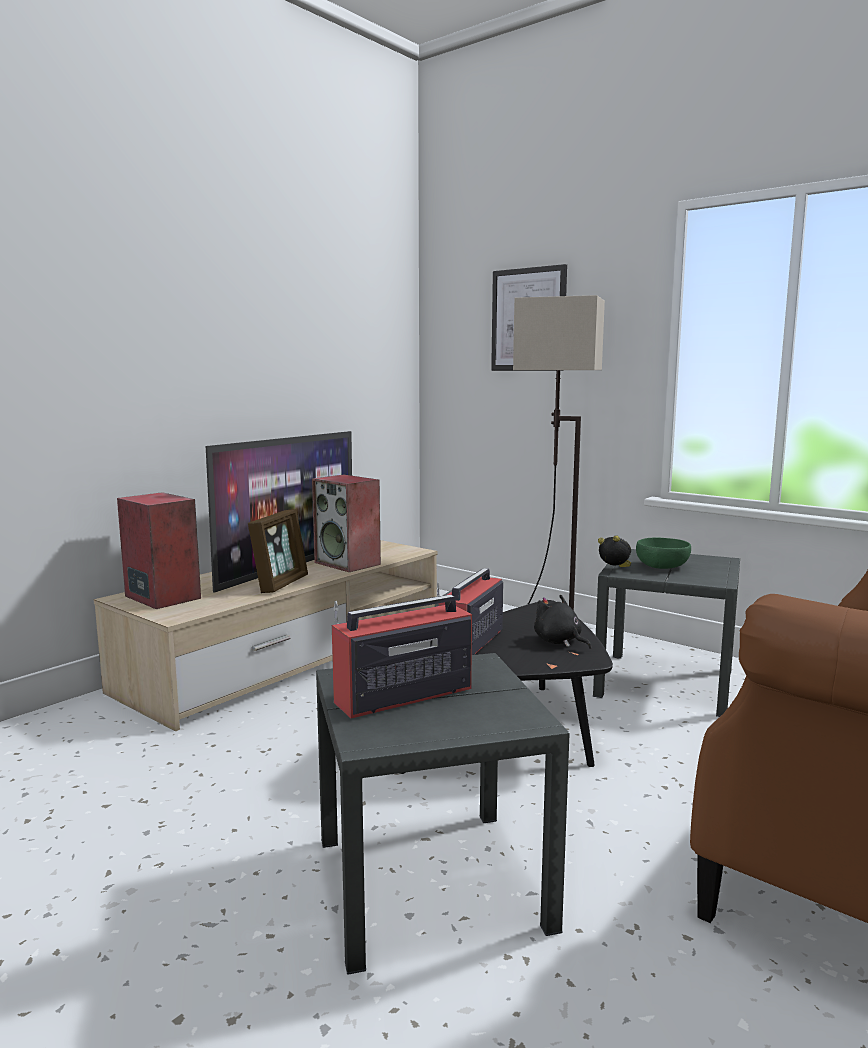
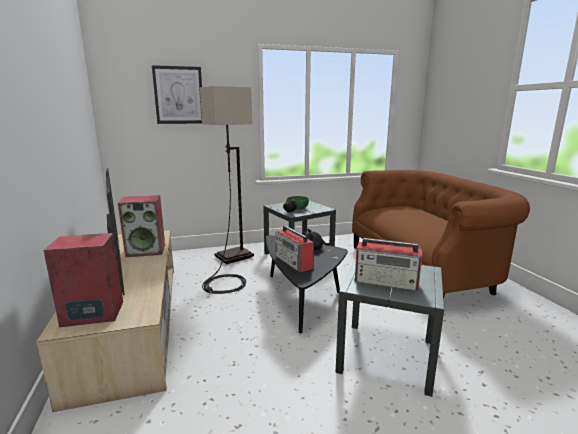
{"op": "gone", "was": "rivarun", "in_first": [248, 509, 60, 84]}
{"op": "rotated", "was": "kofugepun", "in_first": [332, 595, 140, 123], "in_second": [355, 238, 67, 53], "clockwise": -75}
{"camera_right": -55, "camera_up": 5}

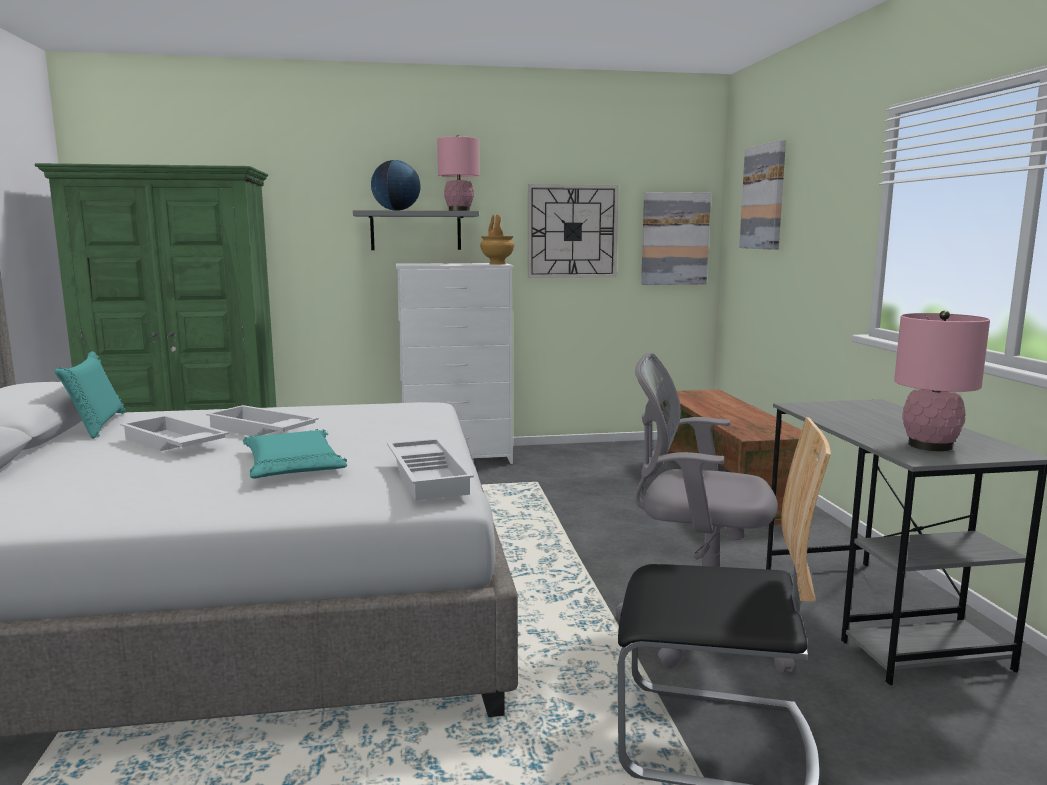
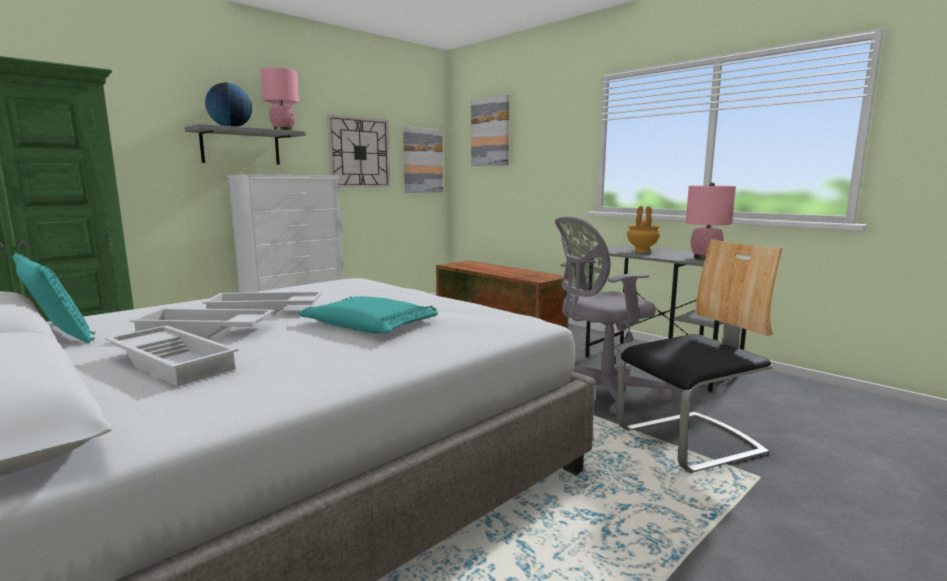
{"op": "shifted", "was": "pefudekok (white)", "in_first": [387, 438, 87, 63], "in_second": [105, 325, 133, 61]}
{"op": "shifted", "was": "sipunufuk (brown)", "in_first": [480, 214, 34, 51], "in_second": [627, 206, 33, 47]}
{"camera_right": -35, "camera_up": 0}

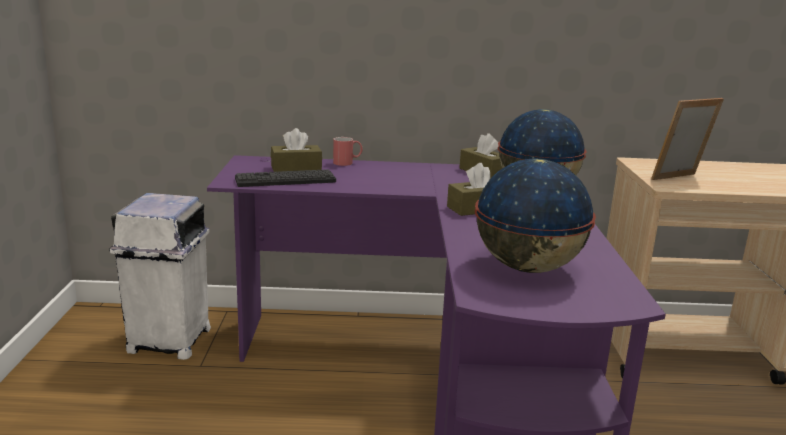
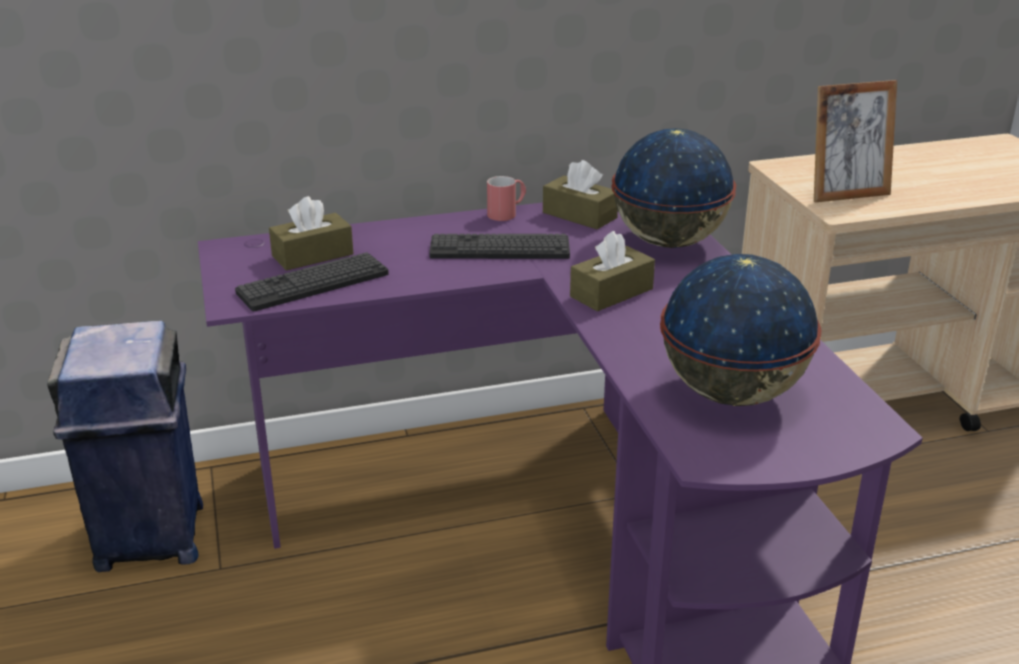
{"op": "repainted", "was": "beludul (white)", "now": "beludul (blue)", "in_first": [109, 193, 102, 167], "in_second": [47, 321, 156, 251]}
{"op": "shifted", "was": "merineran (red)", "in_first": [333, 137, 30, 29], "in_second": [487, 176, 39, 45]}
{"op": "rotated", "was": "rivarun", "in_first": [651, 98, 73, 82], "in_second": [814, 80, 83, 123], "clockwise": -150}
{"op": "new", "now": "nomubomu", "in_second": [429, 234, 141, 25]}
{"camera_right": -15, "camera_up": 10}

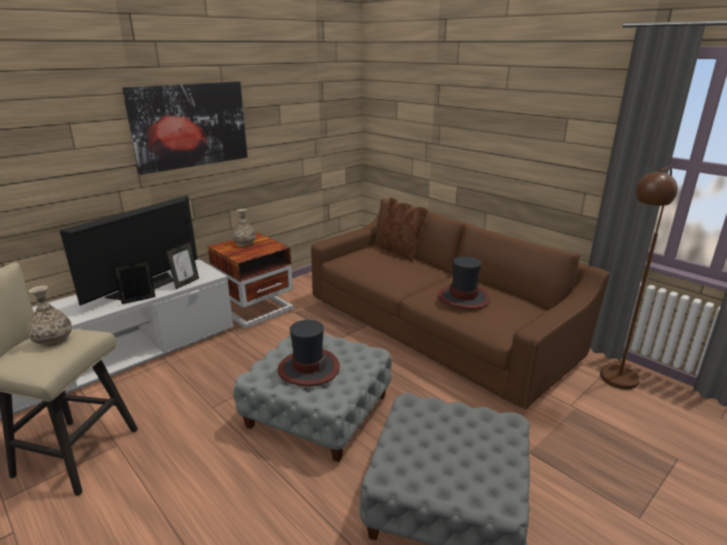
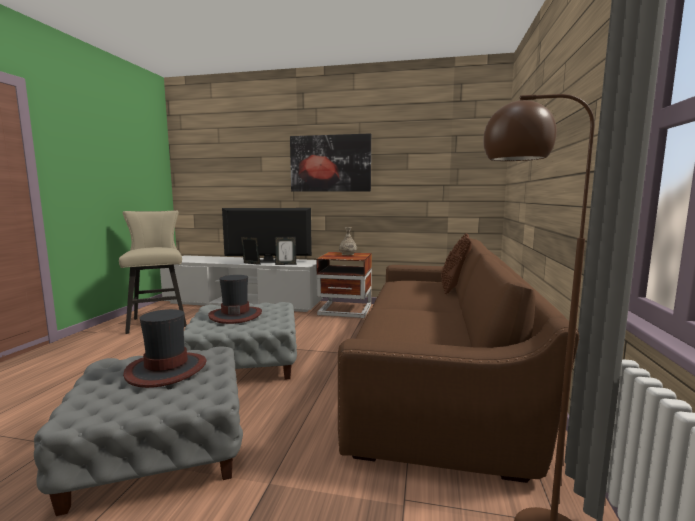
{"op": "gone", "was": "sipunufuk", "in_first": [28, 286, 44, 61]}
{"op": "shifted", "was": "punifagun", "in_first": [438, 257, 52, 53], "in_second": [123, 309, 84, 79]}
{"camera_right": 55, "camera_up": -15}

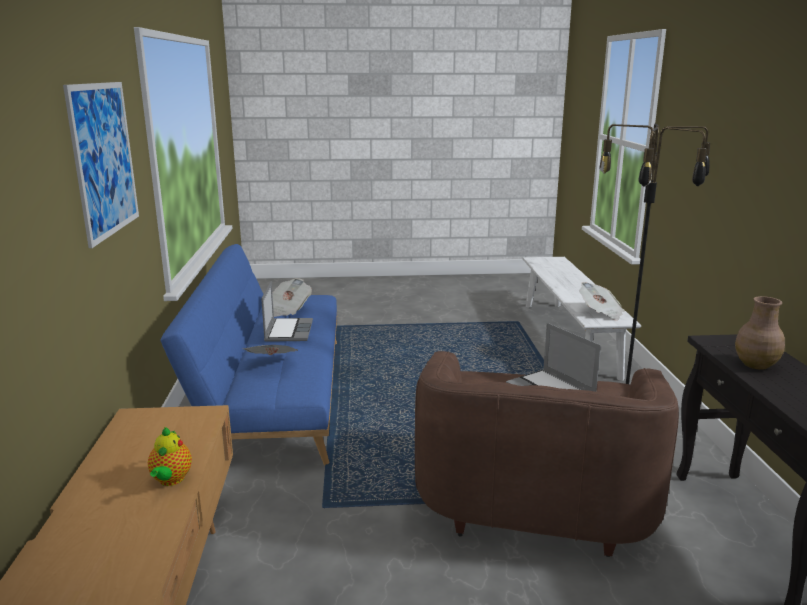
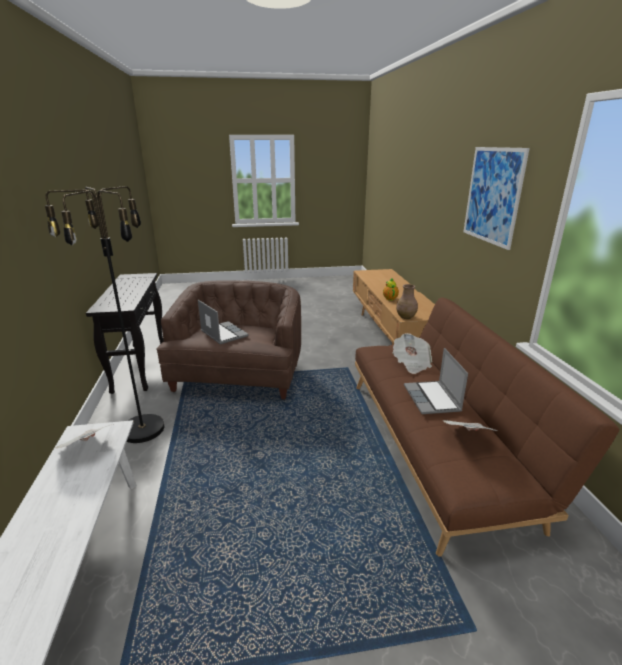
{"op": "repainted", "was": "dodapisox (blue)", "now": "dodapisox (brown)", "in_first": [160, 244, 177, 221], "in_second": [355, 297, 264, 260]}
{"op": "shifted", "was": "sipunufuk (brown)", "in_first": [735, 296, 50, 74], "in_second": [396, 284, 22, 35]}
{"camera_right": 175, "camera_up": 5}

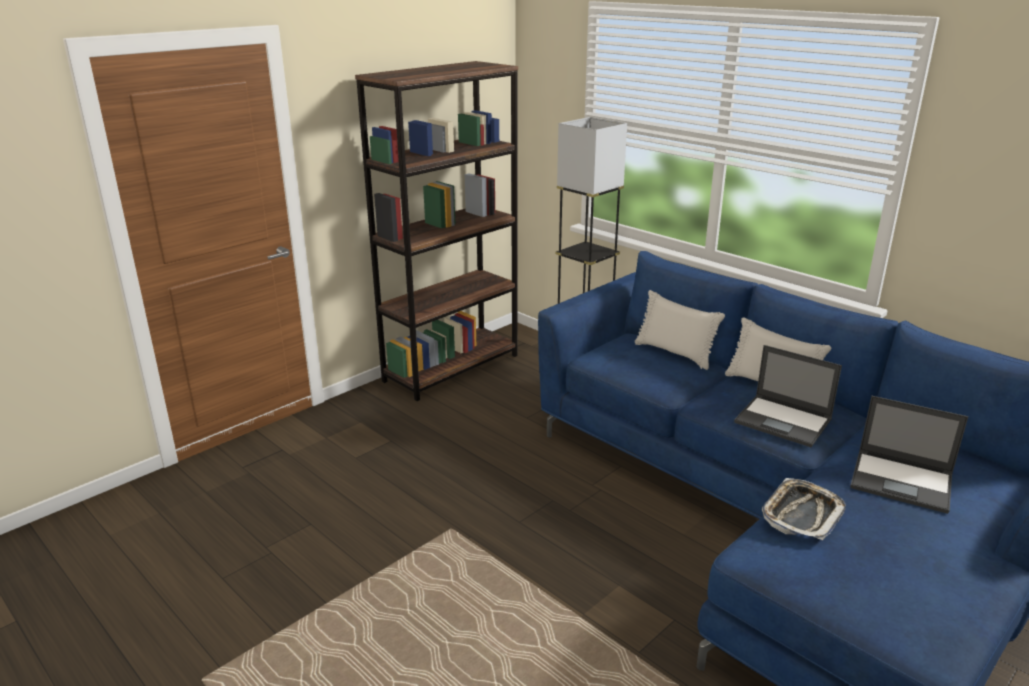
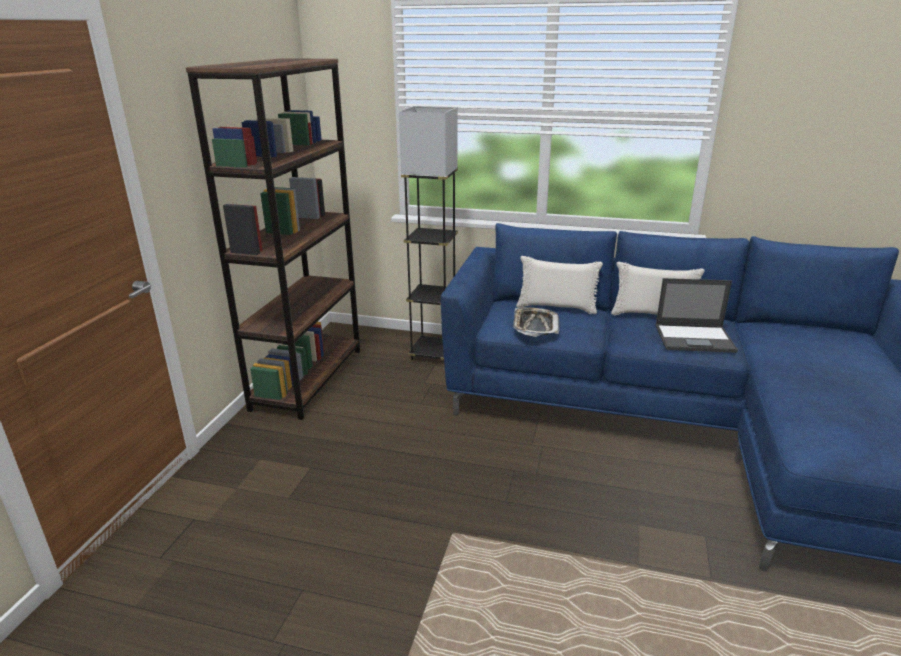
{"op": "shifted", "was": "pefudekok", "in_first": [762, 478, 84, 62], "in_second": [513, 307, 47, 30]}
{"op": "gone", "was": "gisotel", "in_first": [850, 396, 118, 118]}
{"camera_right": -30, "camera_up": 0}

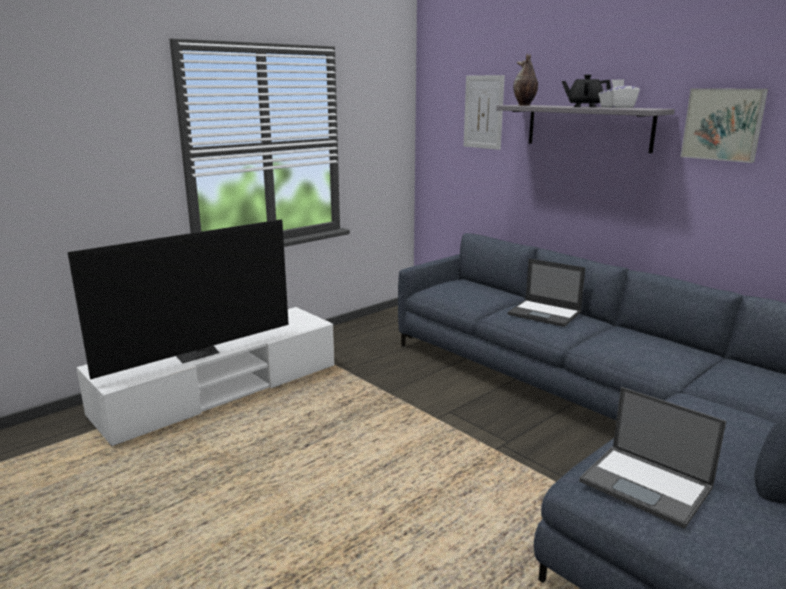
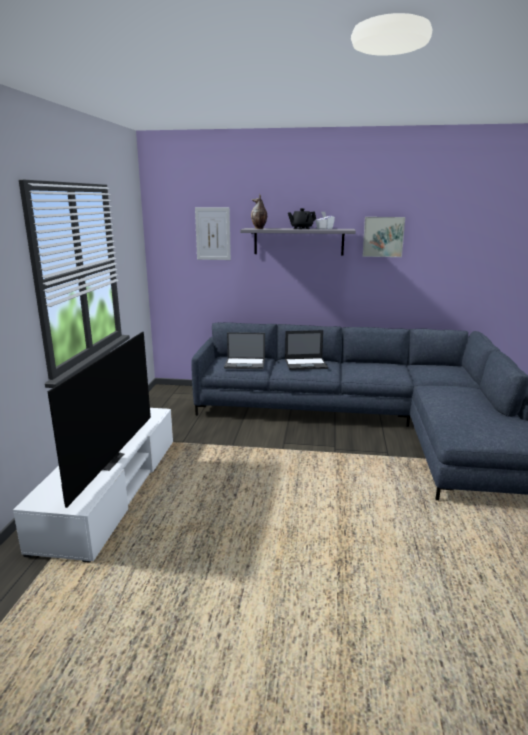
{"op": "shifted", "was": "gisotel", "in_first": [579, 387, 147, 142], "in_second": [224, 332, 41, 37]}
{"camera_right": -40, "camera_up": 0}

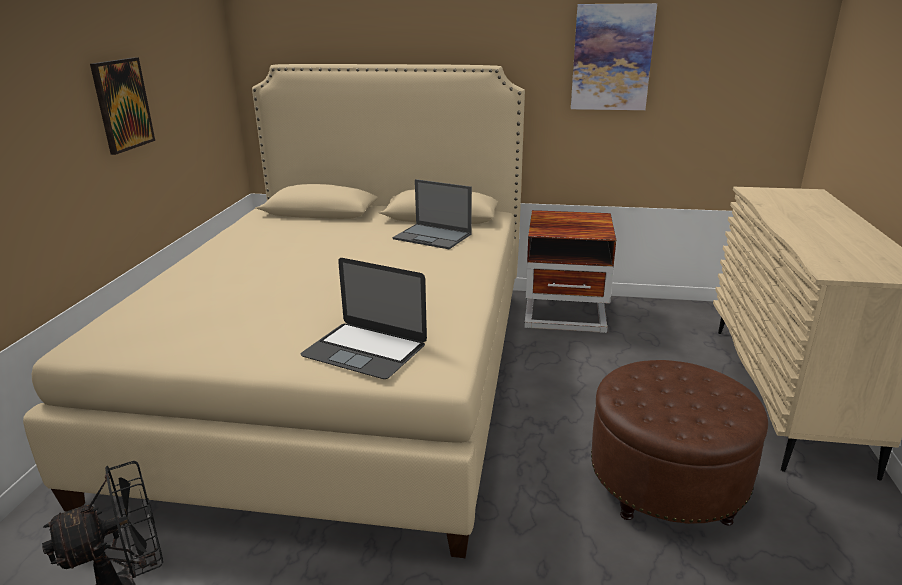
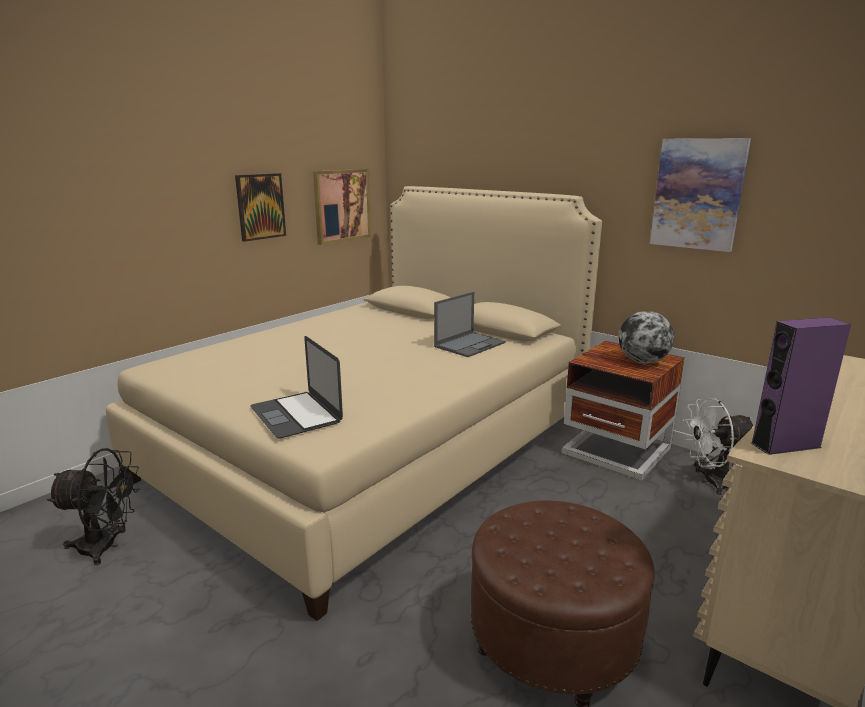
{"op": "rotated", "was": "gisotel", "in_first": [393, 179, 79, 70], "in_second": [434, 292, 72, 65], "clockwise": -105}
{"op": "new", "now": "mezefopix", "in_second": [313, 169, 58, 76]}
{"op": "new", "now": "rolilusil", "in_second": [619, 311, 55, 53]}
{"op": "new", "now": "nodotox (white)", "in_second": [683, 398, 70, 97]}
{"op": "new", "now": "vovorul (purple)", "in_second": [751, 317, 100, 138]}
{"camera_right": 30, "camera_up": -5}

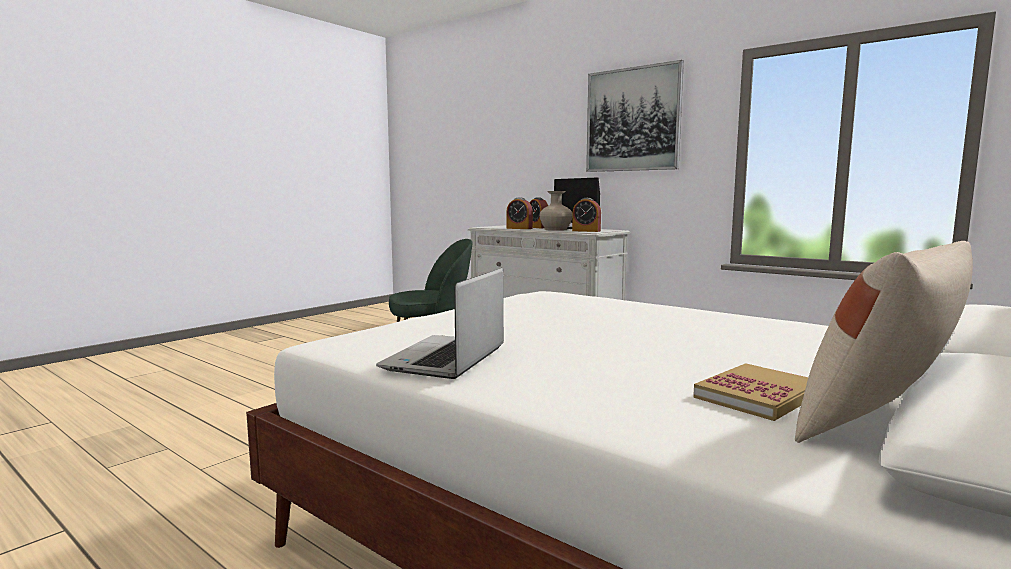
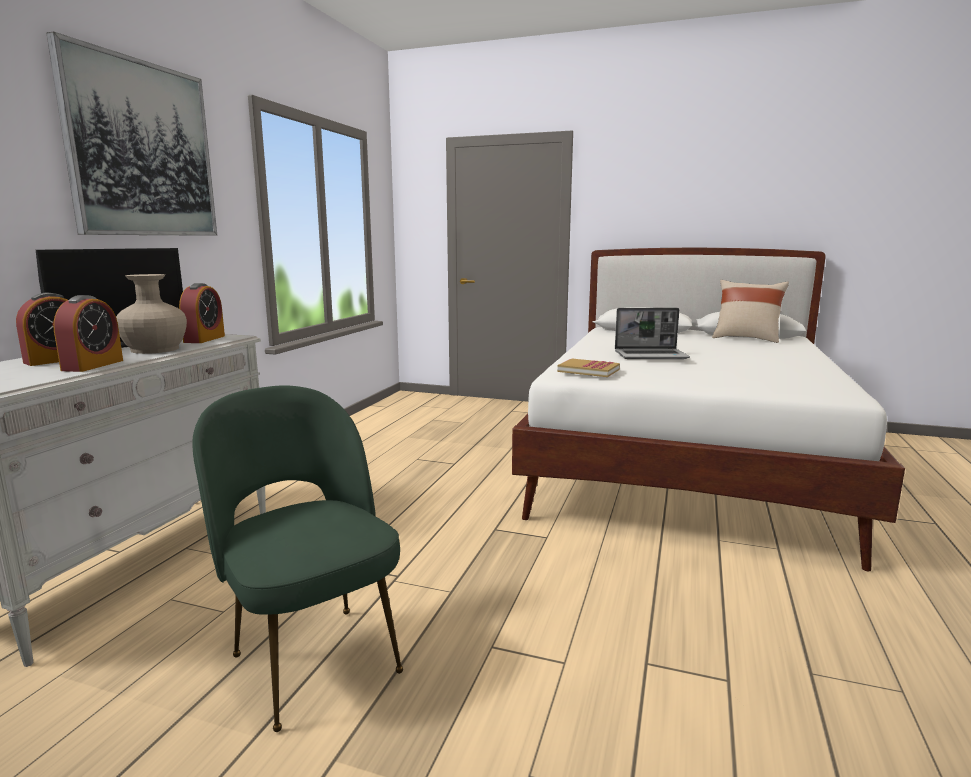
{"op": "shifted", "was": "gisotel", "in_first": [376, 268, 128, 111], "in_second": [615, 308, 75, 51]}
{"op": "shifted", "was": "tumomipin", "in_first": [693, 363, 115, 58], "in_second": [557, 358, 63, 19]}
{"camera_right": -110, "camera_up": 5}

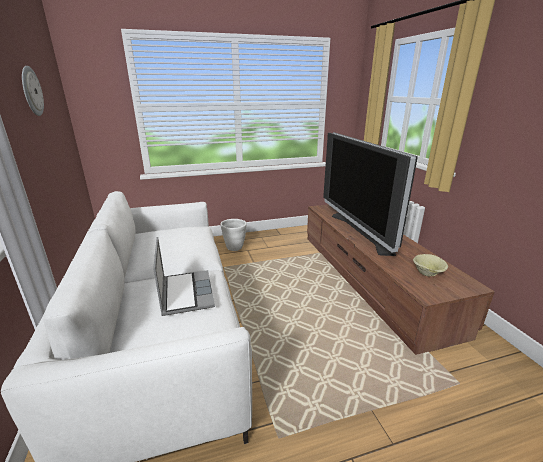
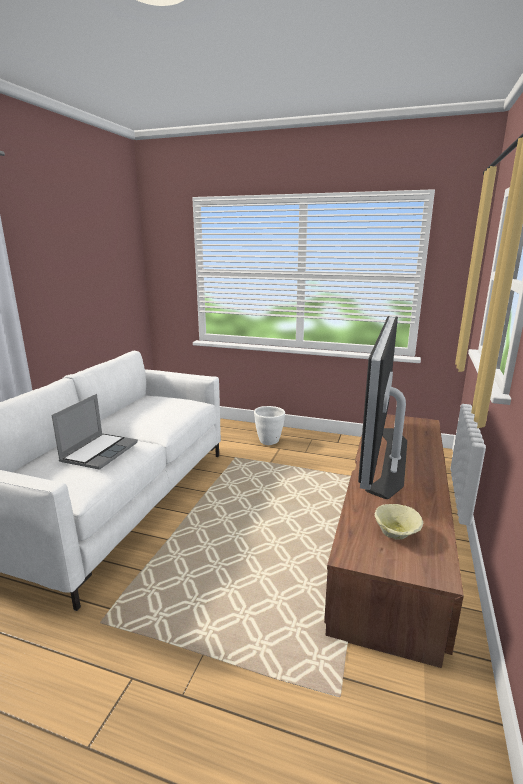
{"op": "gone", "was": "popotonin", "in_first": [22, 66, 22, 50]}
{"camera_right": 35, "camera_up": -5}

